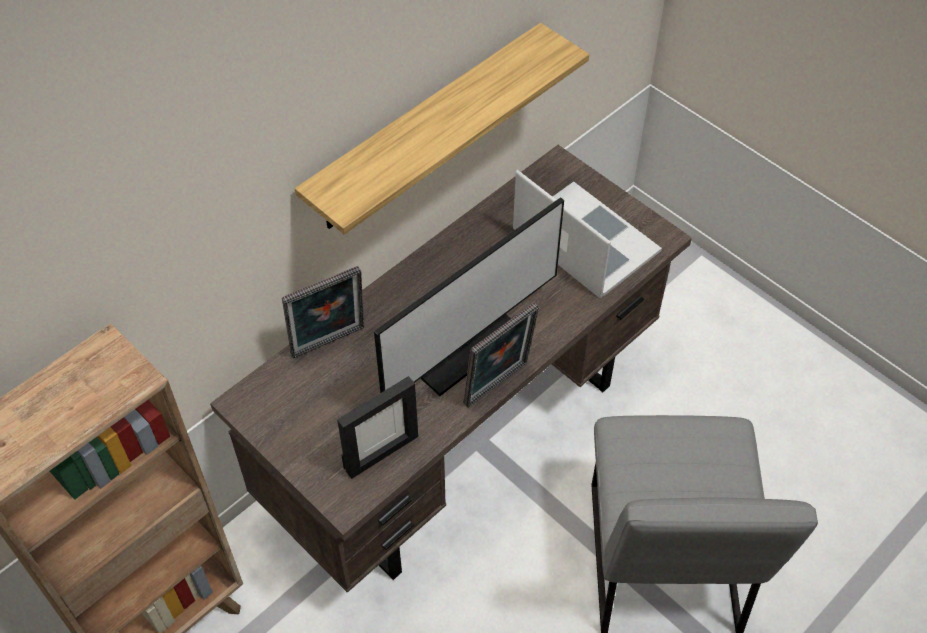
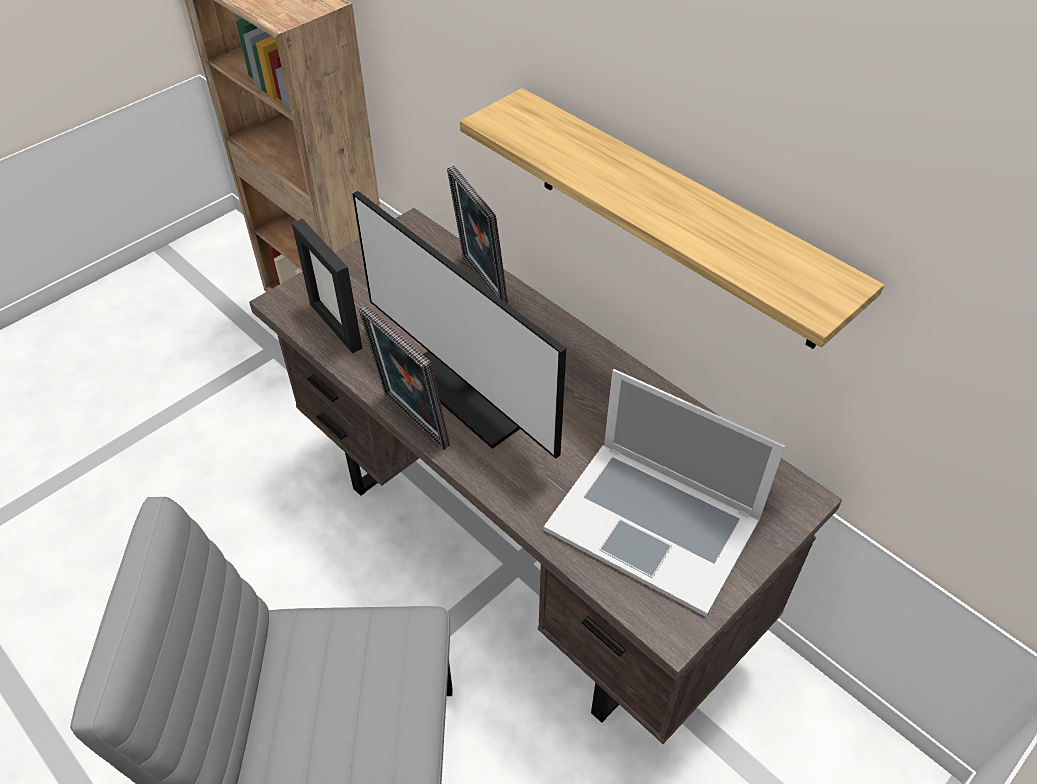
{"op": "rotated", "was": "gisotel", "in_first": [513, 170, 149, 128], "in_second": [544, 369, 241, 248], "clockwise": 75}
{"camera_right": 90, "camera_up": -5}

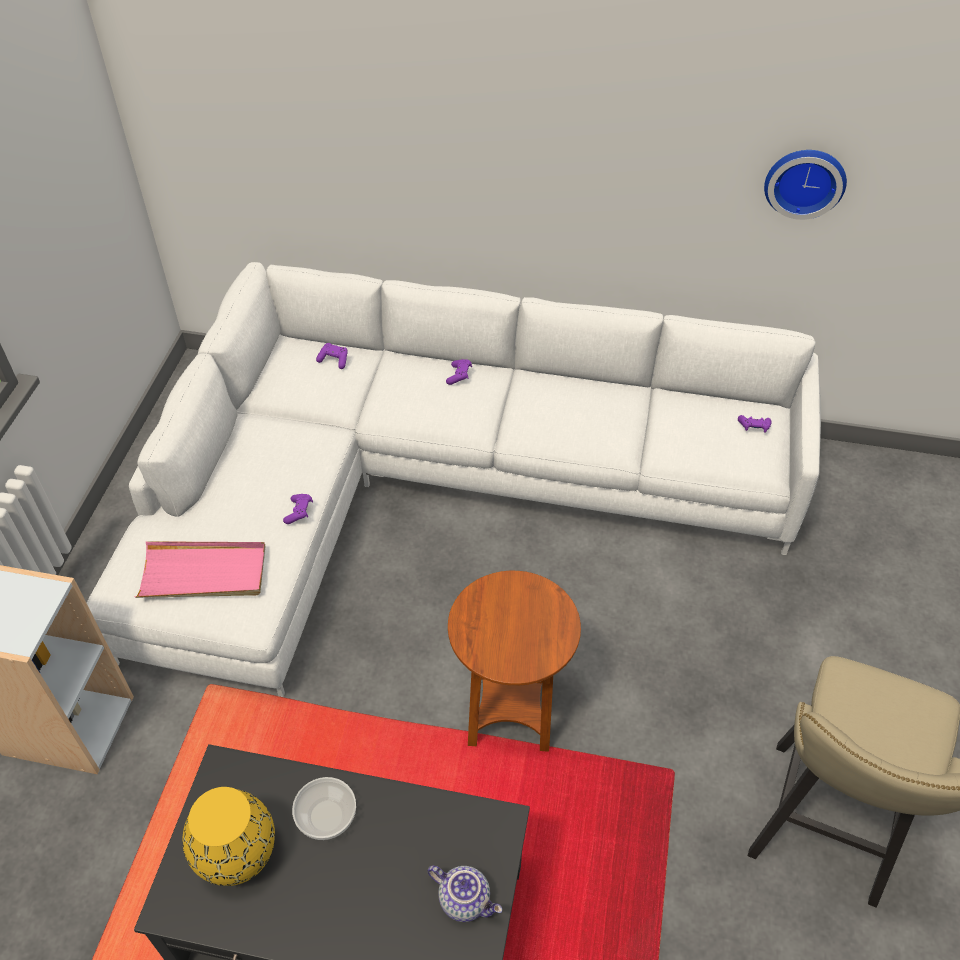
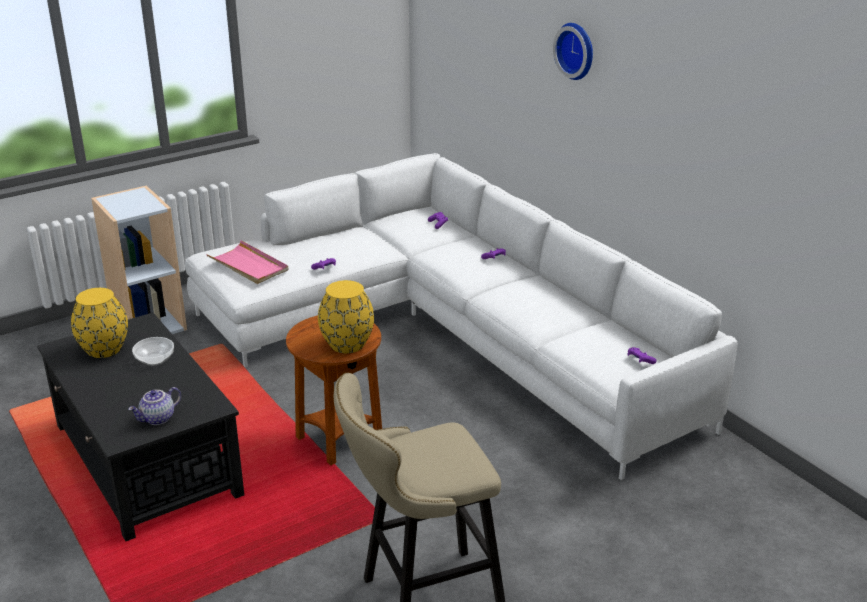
{"op": "rotated", "was": "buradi", "in_first": [427, 866, 75, 56], "in_second": [128, 387, 53, 38], "clockwise": 60}
{"op": "shifted", "was": "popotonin", "in_first": [764, 150, 83, 70], "in_second": [553, 23, 40, 57]}
{"op": "new", "now": "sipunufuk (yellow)", "in_second": [318, 280, 56, 73]}
{"camera_right": 45, "camera_up": -20}

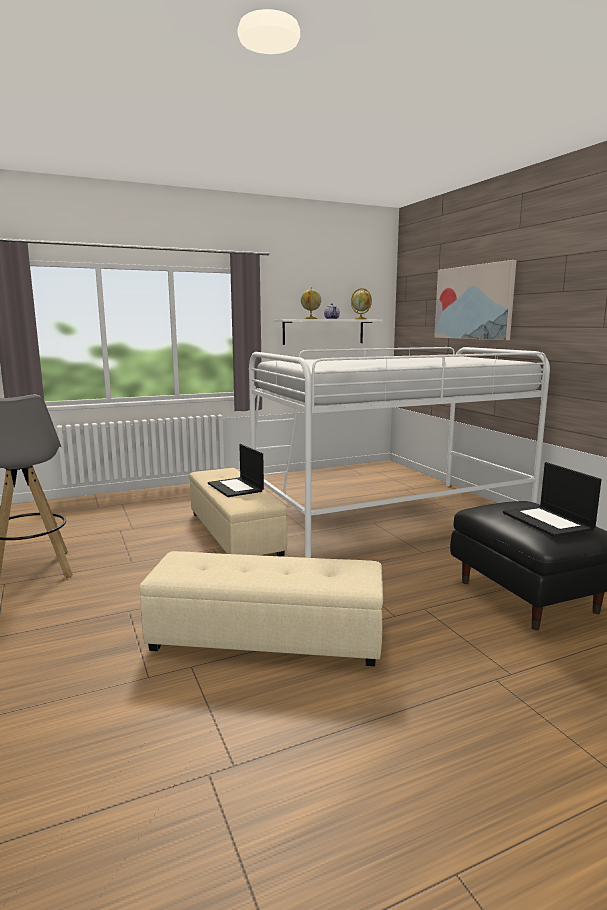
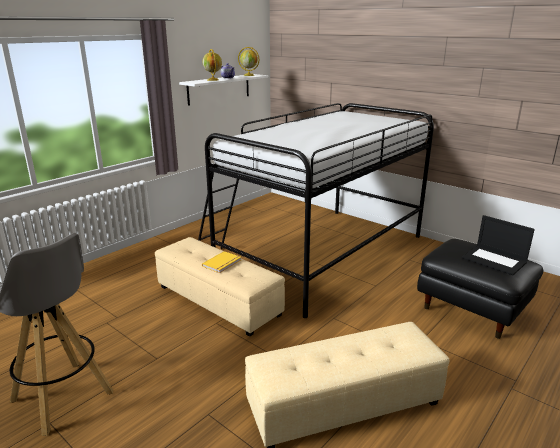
{"op": "swapped", "was": "gisotel", "now": "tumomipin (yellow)", "in_first": [208, 444, 56, 53], "in_second": [202, 251, 39, 22]}
{"op": "repainted", "was": "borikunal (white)", "now": "borikunal (black)", "in_first": [249, 347, 301, 211], "in_second": [198, 103, 236, 215]}
{"op": "gone", "was": "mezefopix", "in_first": [434, 260, 83, 80]}
{"camera_right": -25, "camera_up": 10}

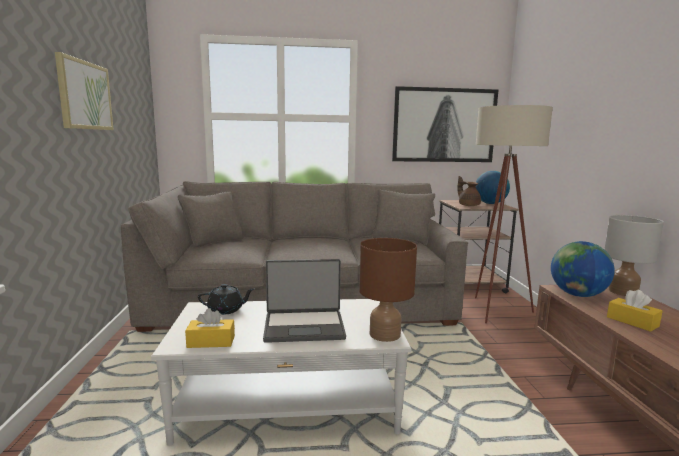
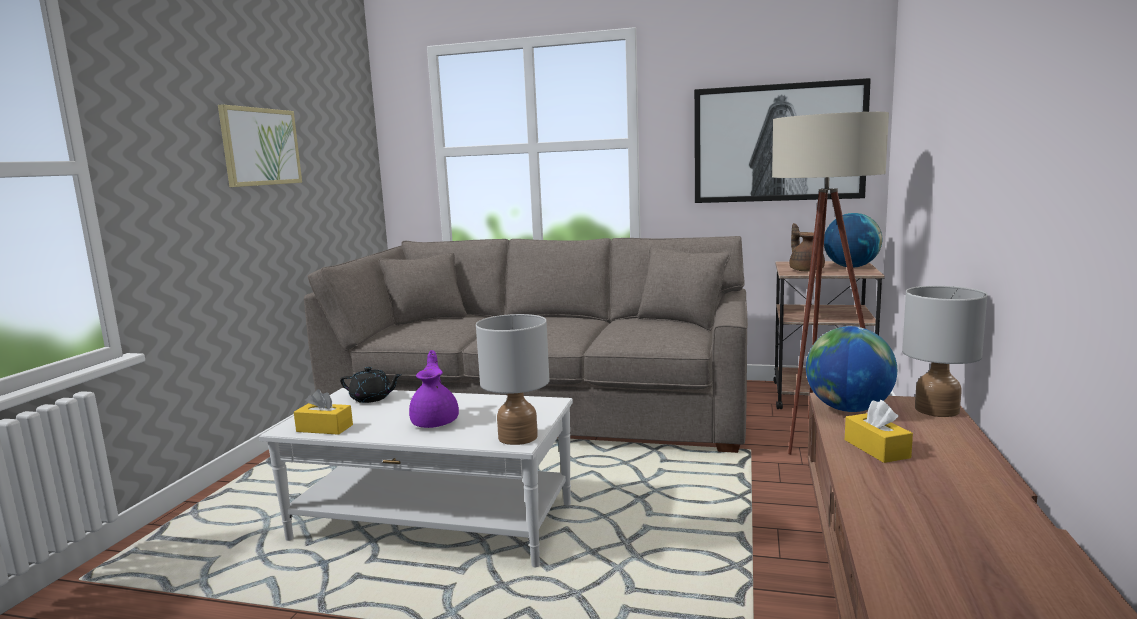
{"op": "swapped", "was": "gisotel", "now": "buradi (purple)", "in_first": [263, 259, 83, 84], "in_second": [409, 350, 50, 78]}
{"op": "repainted", "was": "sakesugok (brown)", "now": "sakesugok (grey)", "in_first": [359, 238, 58, 104], "in_second": [476, 314, 73, 131]}
{"camera_right": 20, "camera_up": 0}

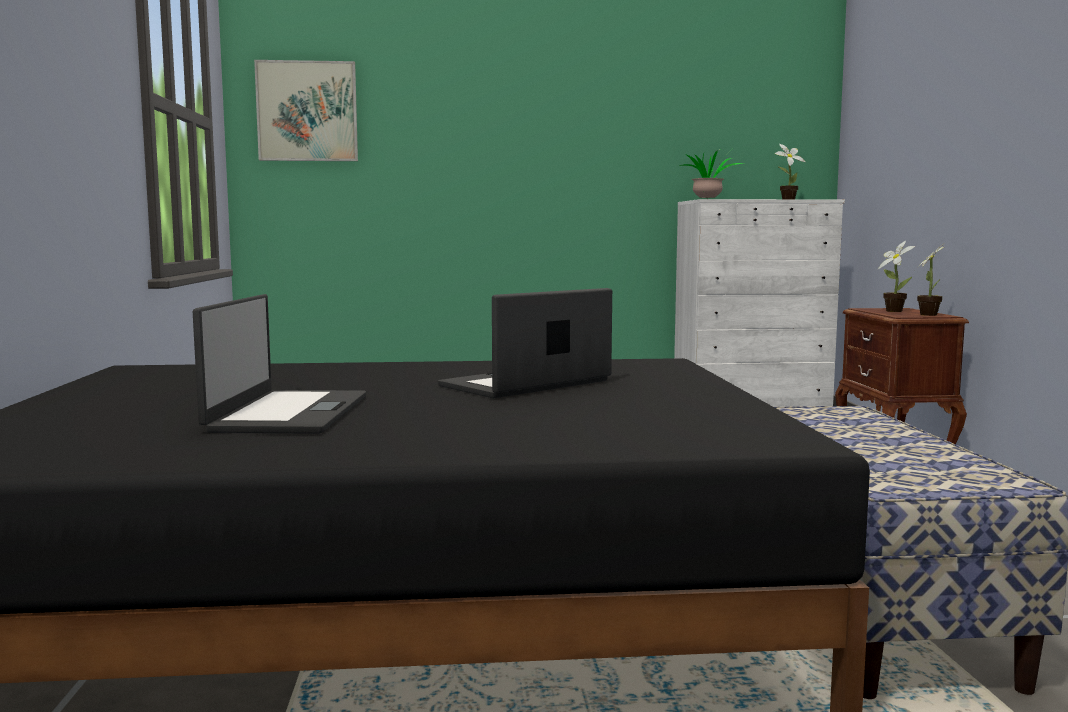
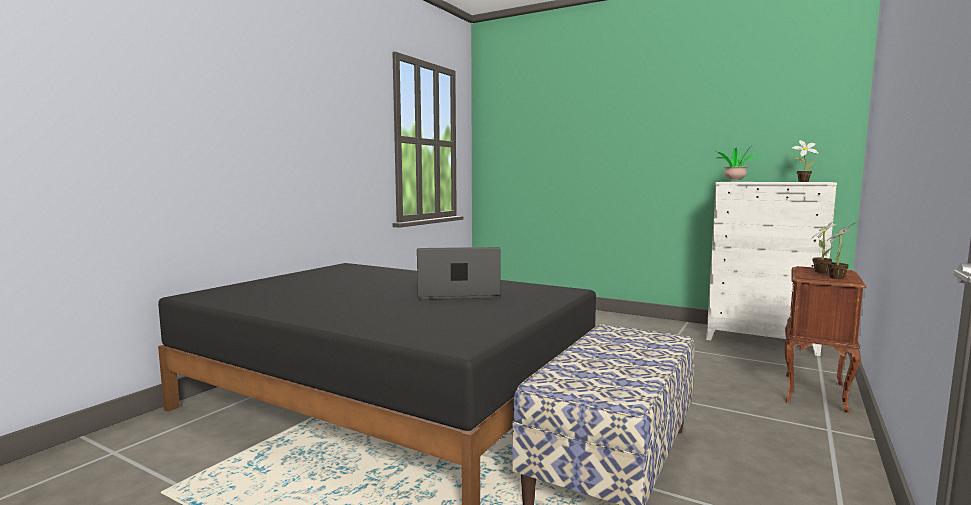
{"op": "gone", "was": "gisotel", "in_first": [193, 294, 173, 140]}
{"op": "gone", "was": "mezefopix", "in_first": [254, 60, 104, 101]}
{"camera_right": 35, "camera_up": 0}

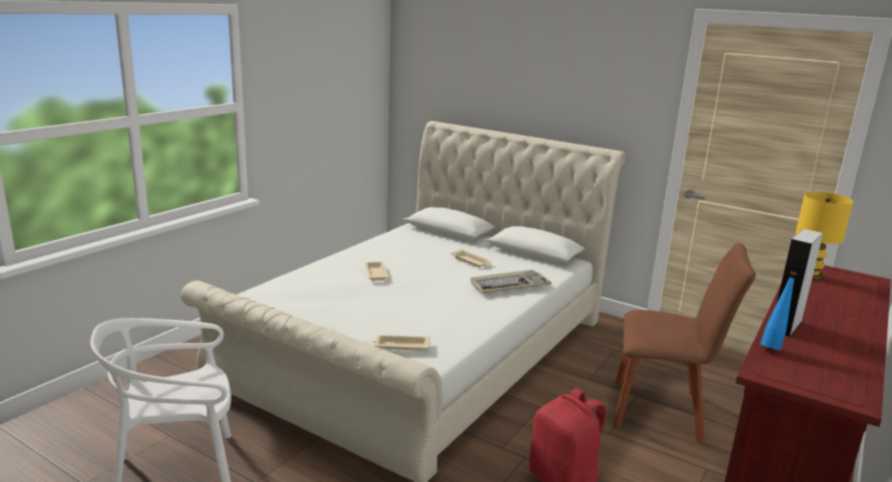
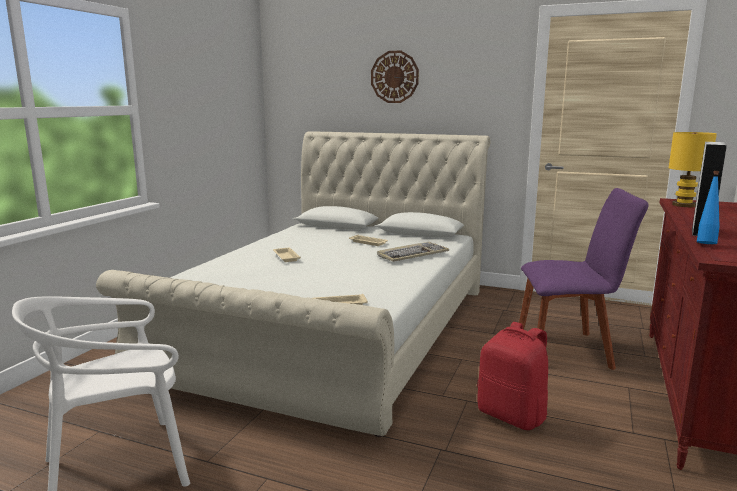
{"op": "repainted", "was": "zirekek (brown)", "now": "zirekek (purple)", "in_first": [613, 243, 143, 202], "in_second": [519, 188, 130, 182]}
{"op": "new", "now": "popotonin", "in_second": [371, 51, 48, 52]}
{"camera_right": -10, "camera_up": -5}

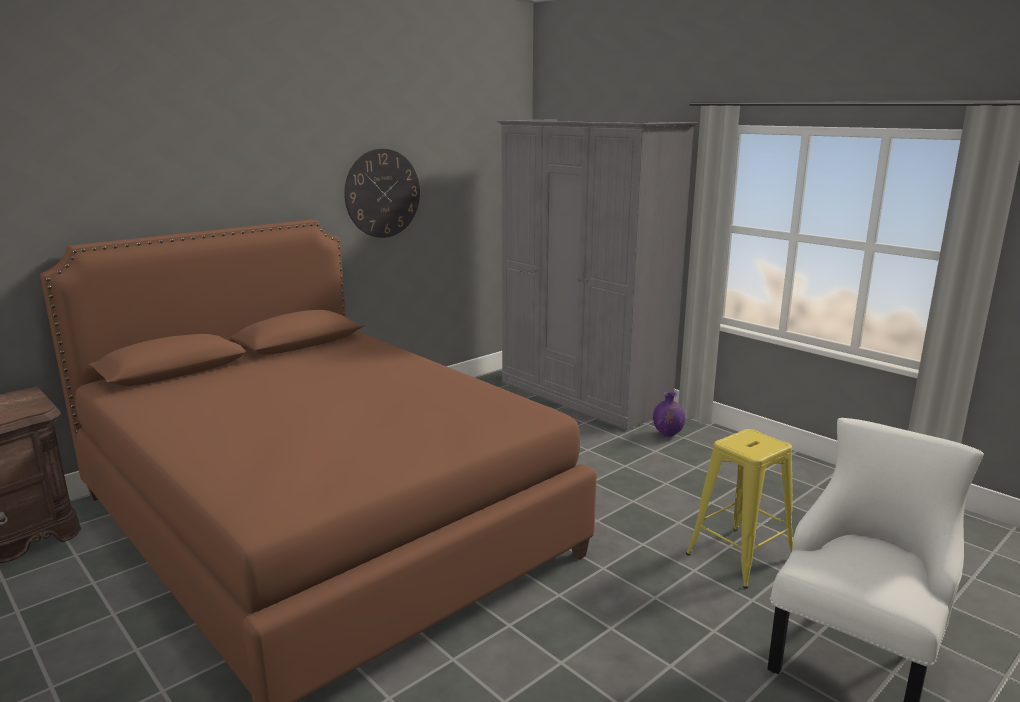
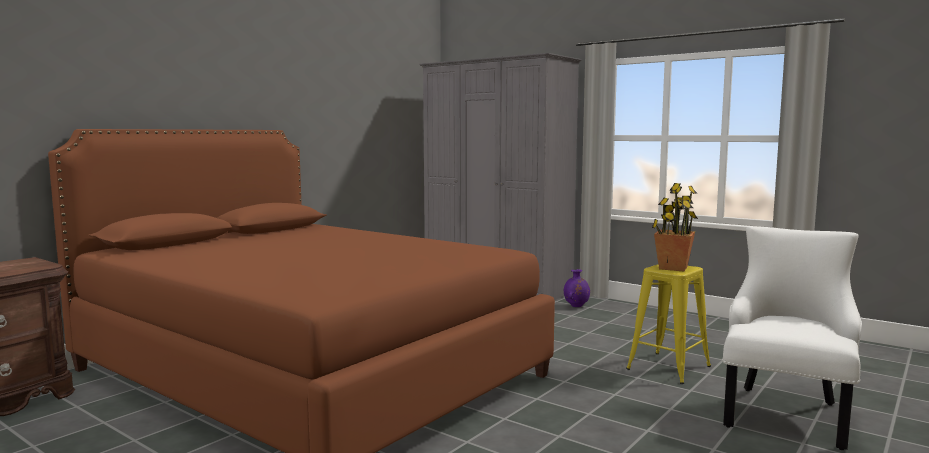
{"op": "gone", "was": "popotonin", "in_first": [344, 148, 76, 90]}
{"op": "new", "now": "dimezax", "in_second": [652, 183, 46, 88]}
{"camera_right": -10, "camera_up": -10}

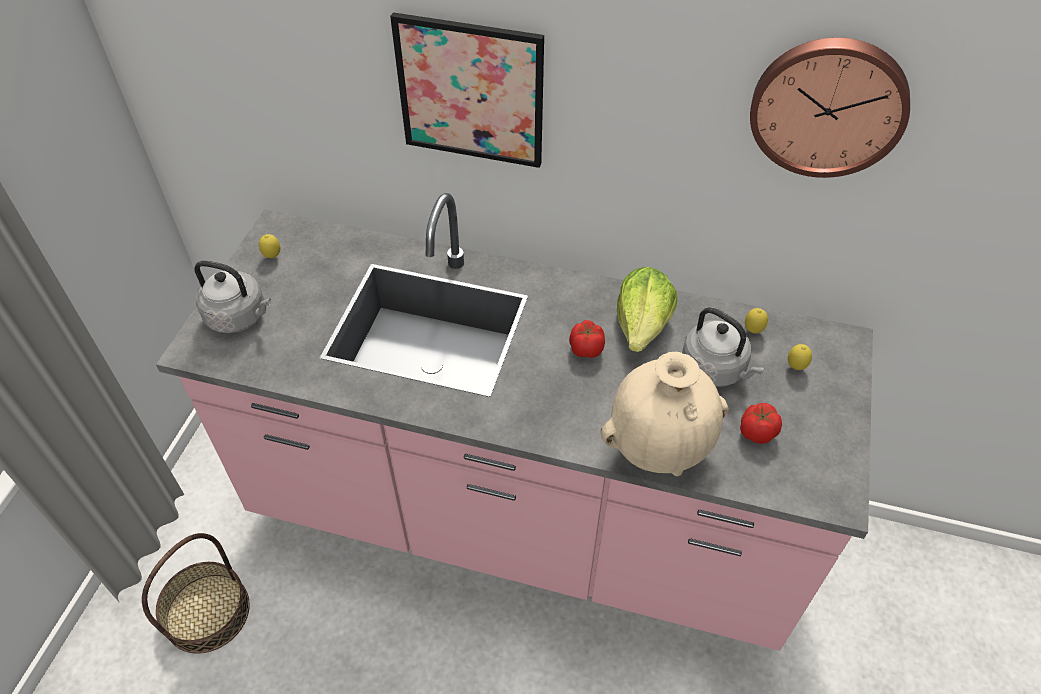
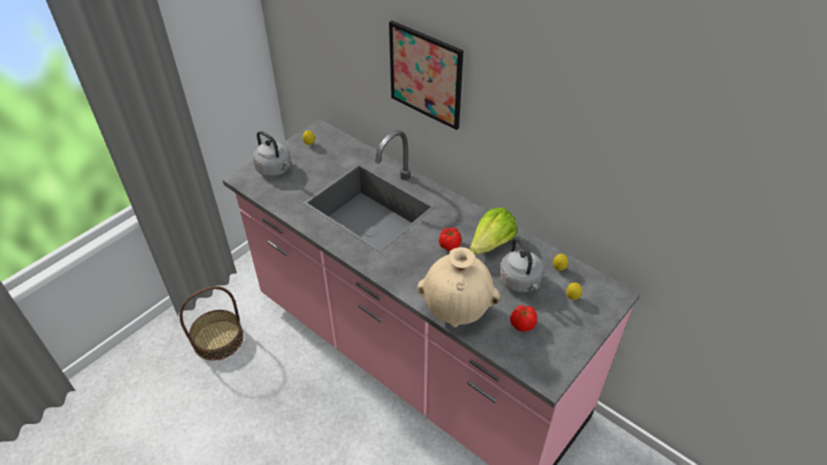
{"op": "gone", "was": "popotonin", "in_first": [750, 38, 160, 140]}
{"camera_right": 25, "camera_up": -5}

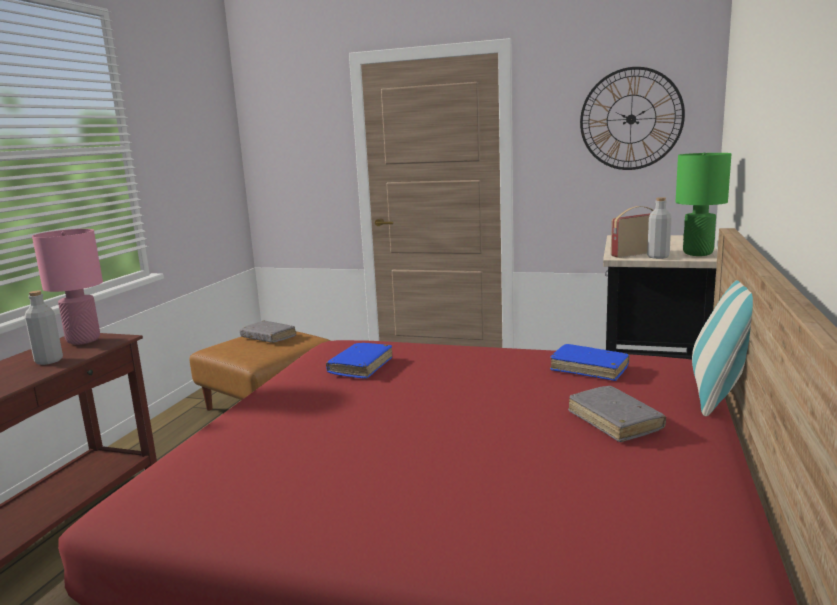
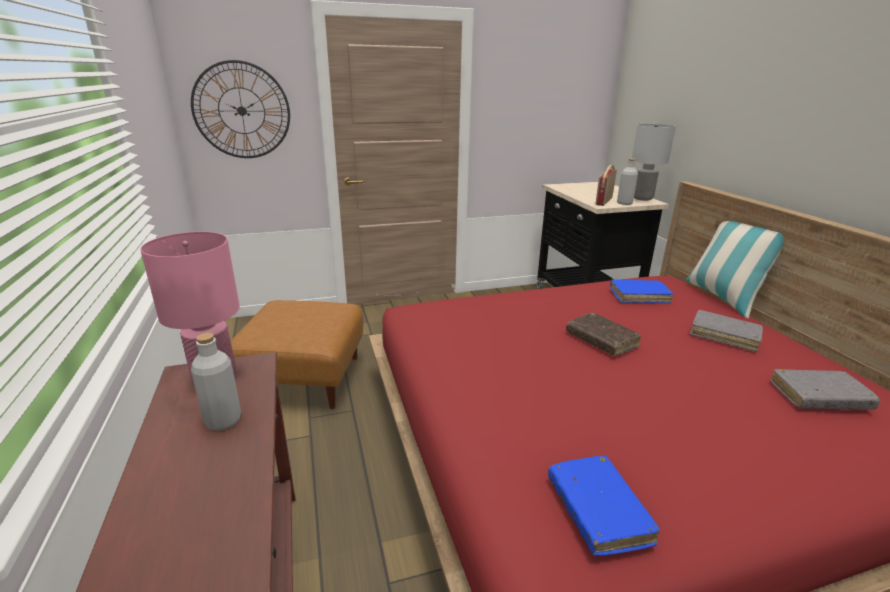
{"op": "shifted", "was": "tumomipin (grey)", "in_first": [240, 320, 56, 23], "in_second": [770, 369, 111, 41]}
{"op": "shifted", "was": "tumomipin (blue)", "in_first": [326, 343, 66, 36], "in_second": [548, 455, 112, 101]}
{"op": "shifted", "was": "popotonin", "in_first": [580, 67, 105, 103], "in_second": [191, 60, 99, 98]}
{"op": "repainted", "was": "sakesugok (green)", "now": "sakesugok (grey)", "in_first": [675, 153, 57, 103], "in_second": [632, 124, 44, 77]}
{"op": "new", "now": "tumomipin (brown)", "in_second": [566, 312, 76, 44]}
{"camera_right": -35, "camera_up": 10}

